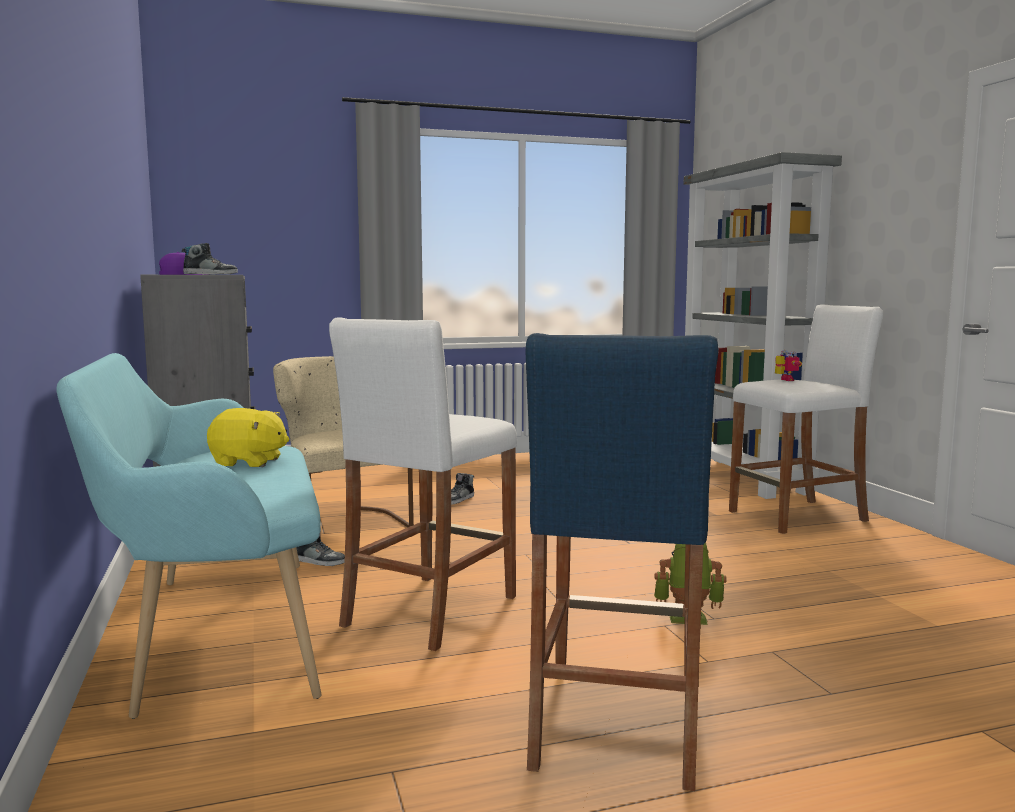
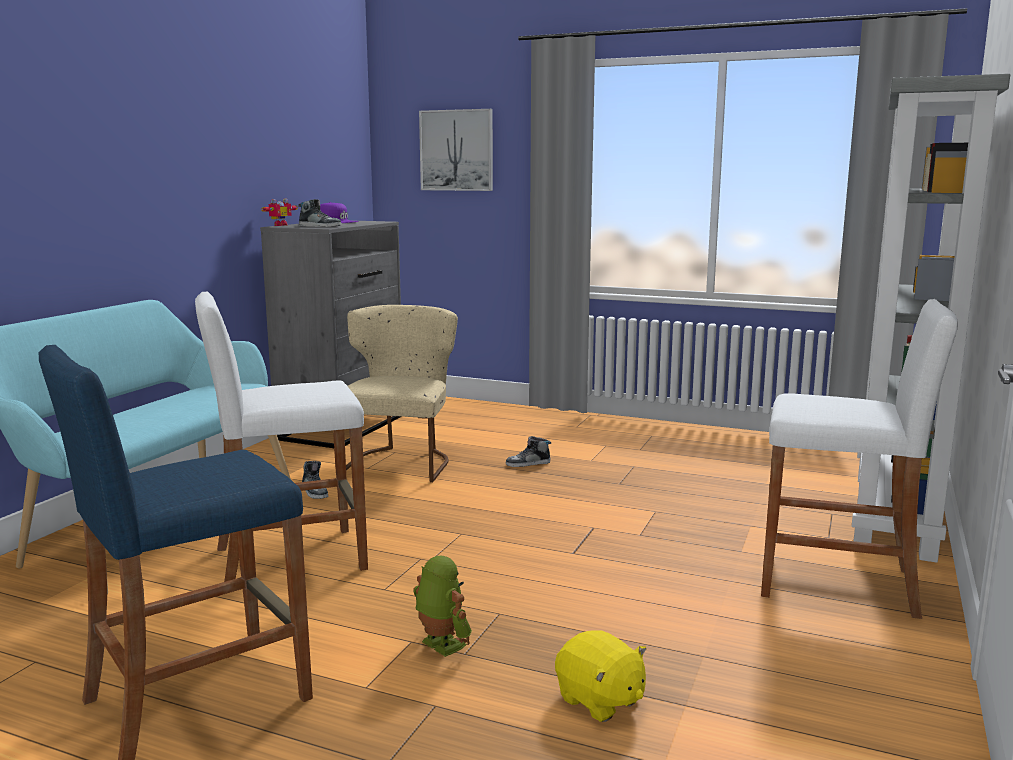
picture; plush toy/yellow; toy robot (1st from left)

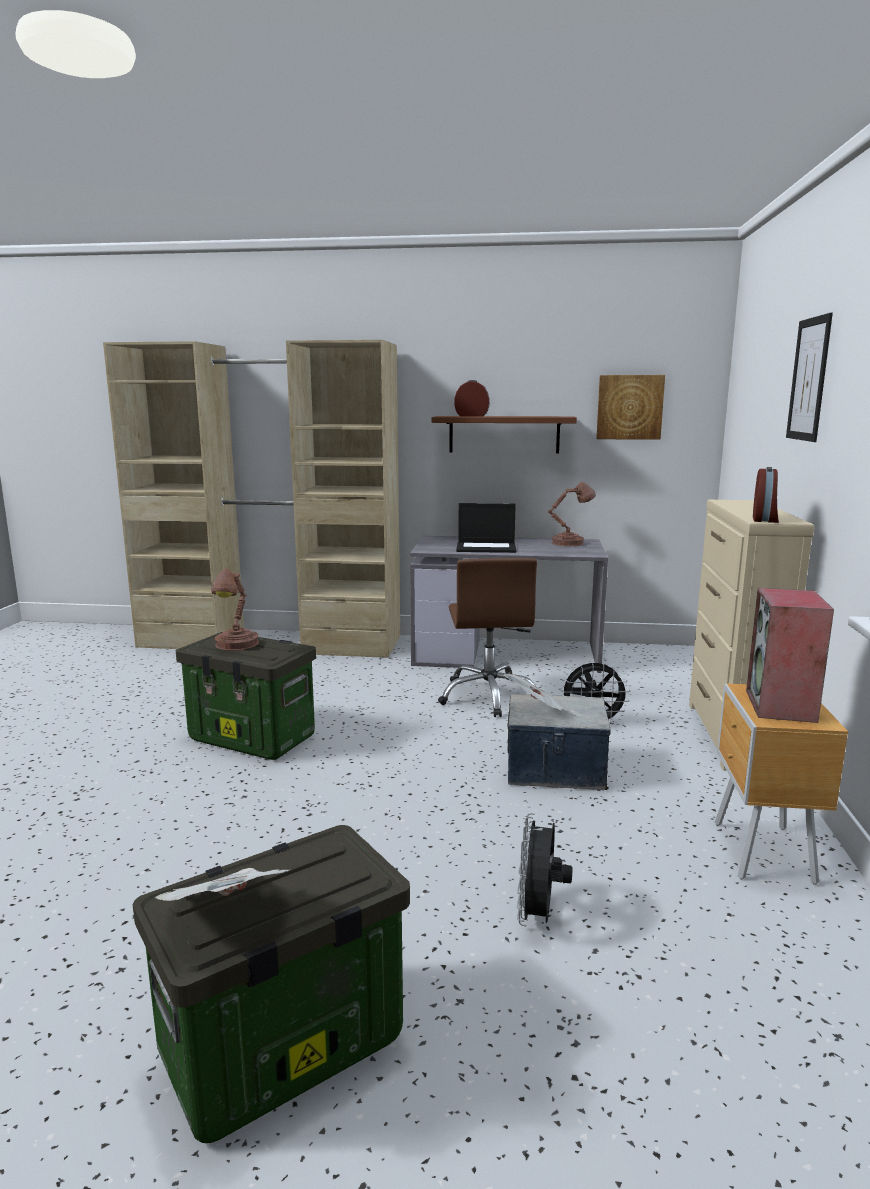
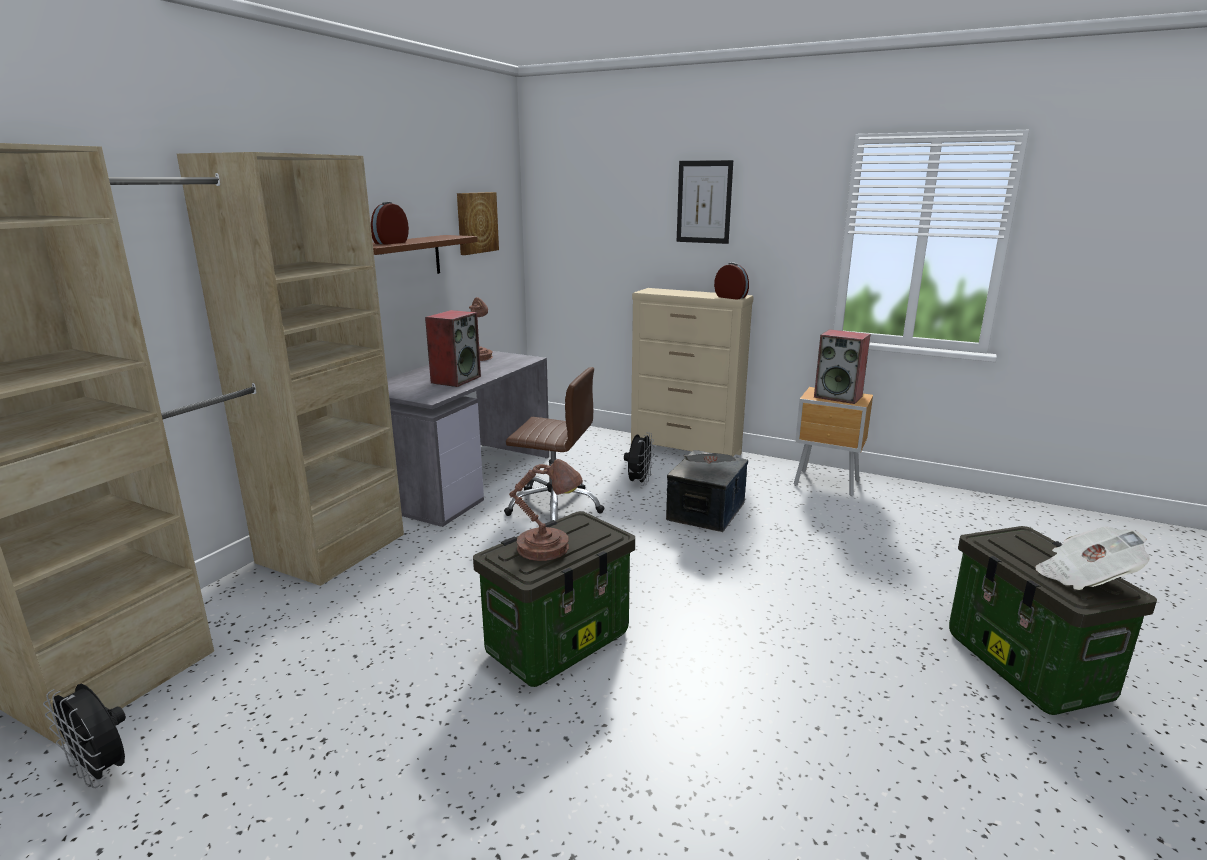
fan/black (1st from left); speaker (1st from left)

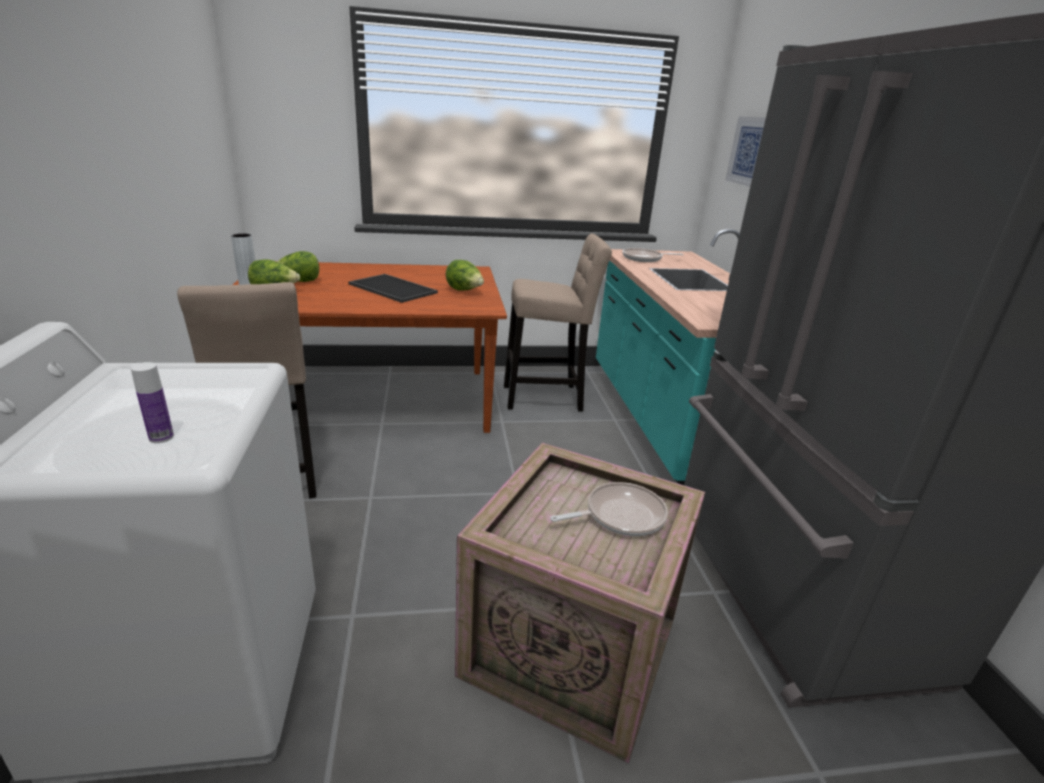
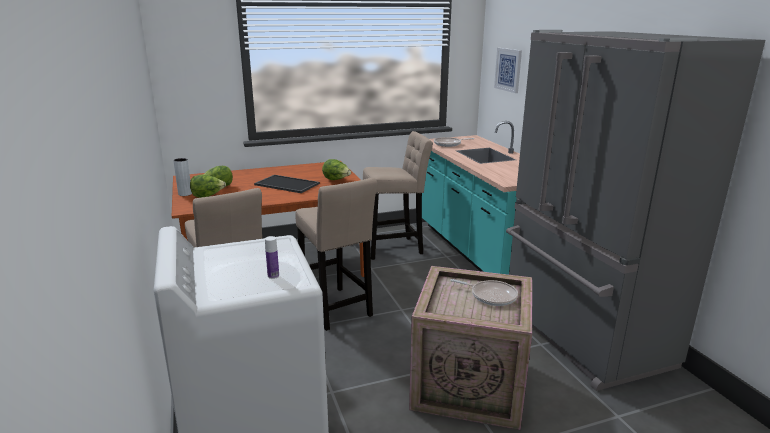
stool/beige (2nd from left); frying pan (2nd from left)

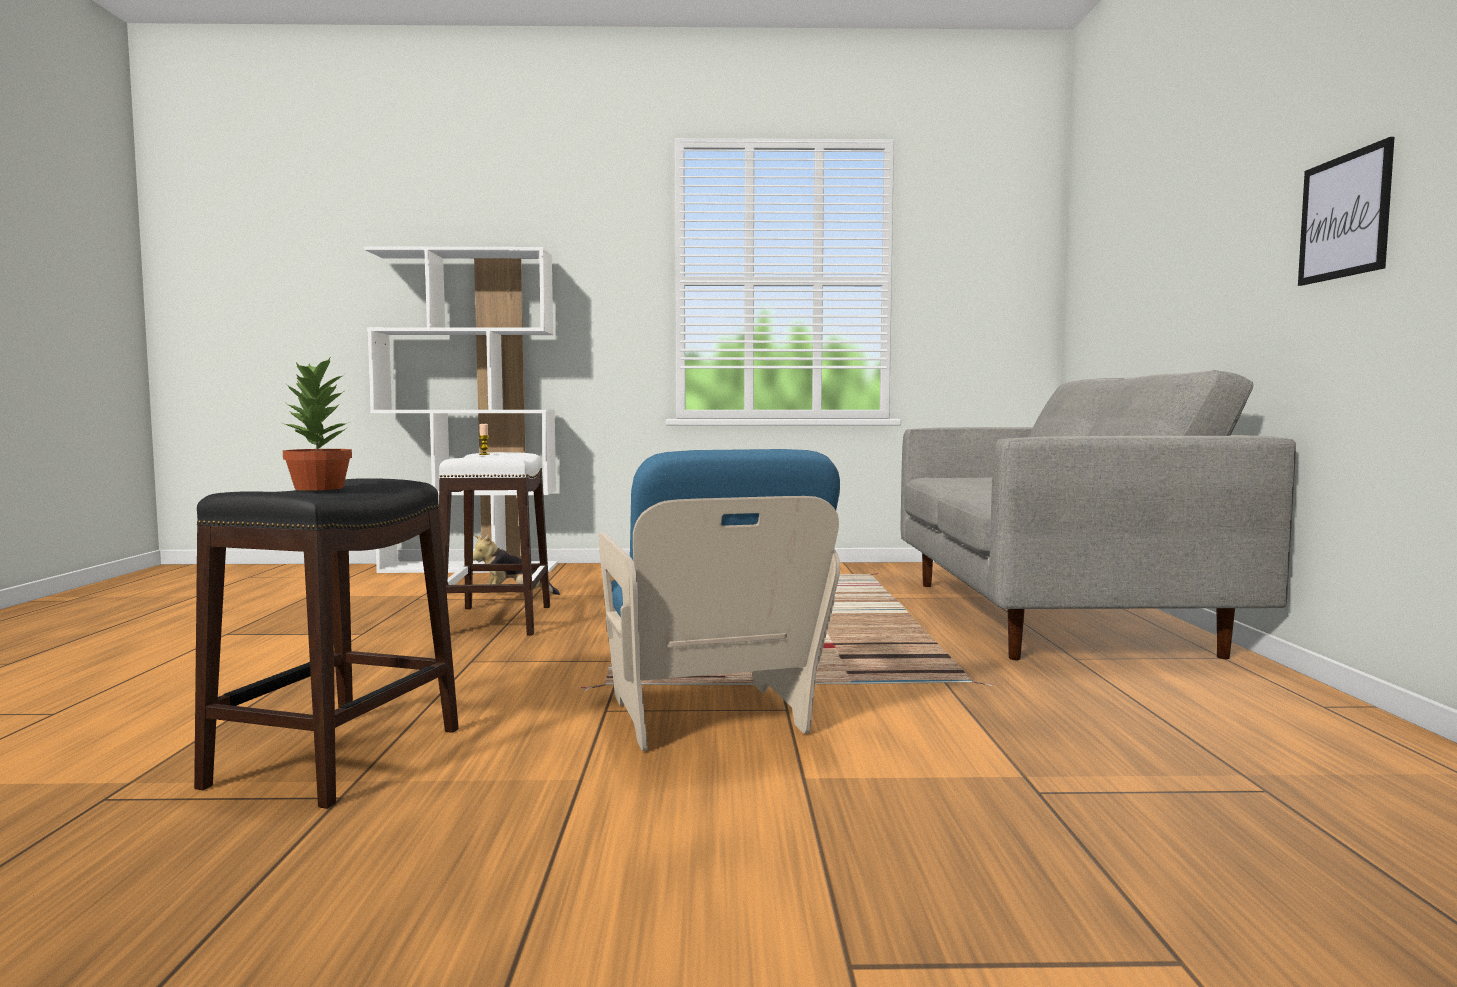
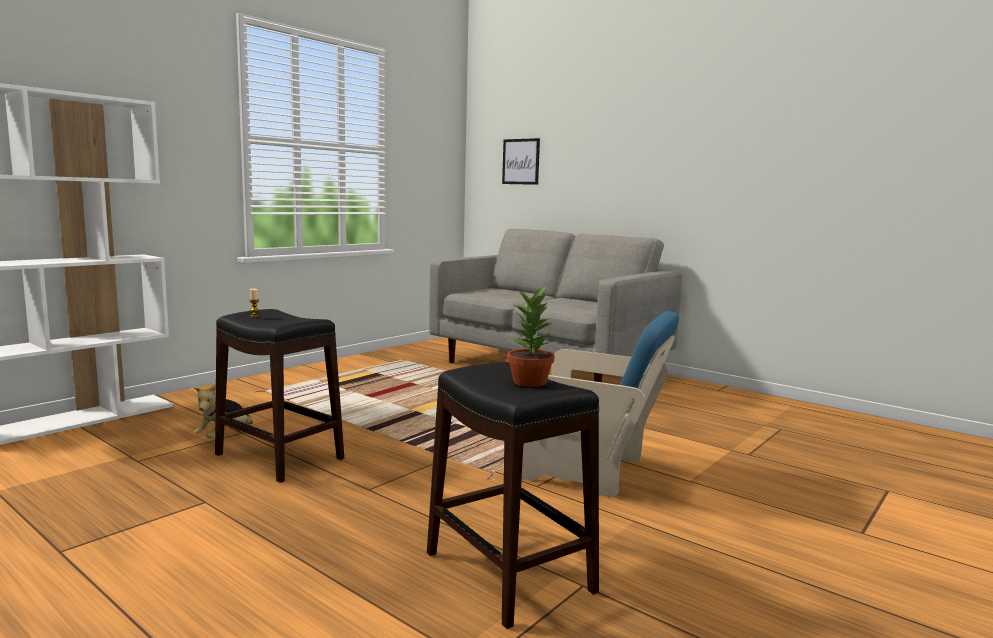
picture; stool/black (1st from left)

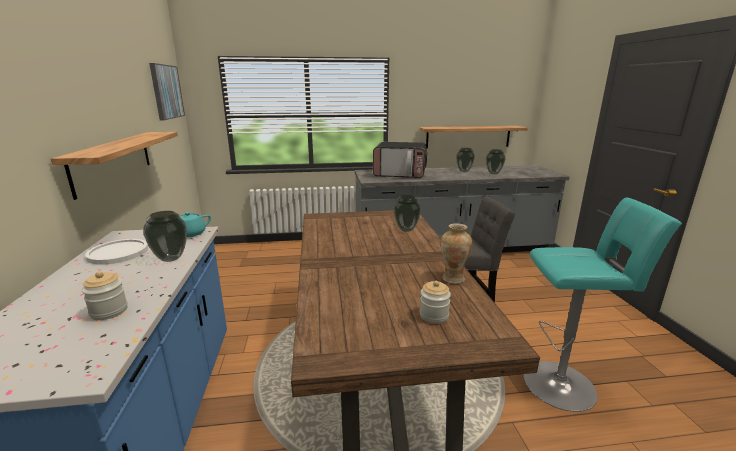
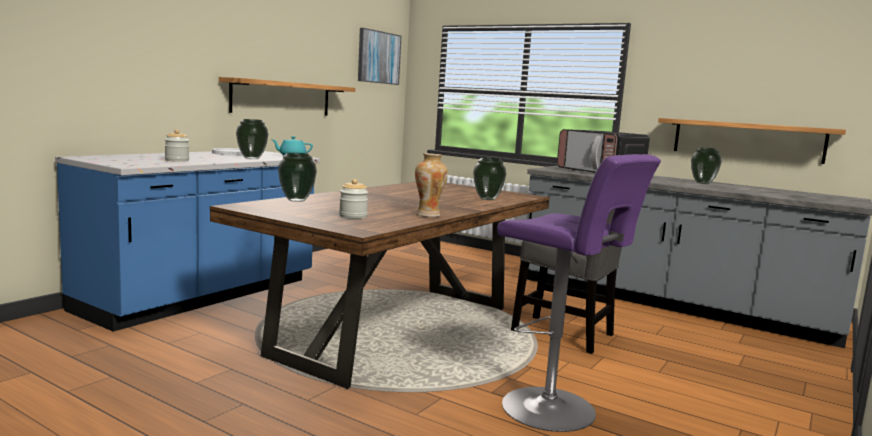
vase (2nd from left); stool/purple

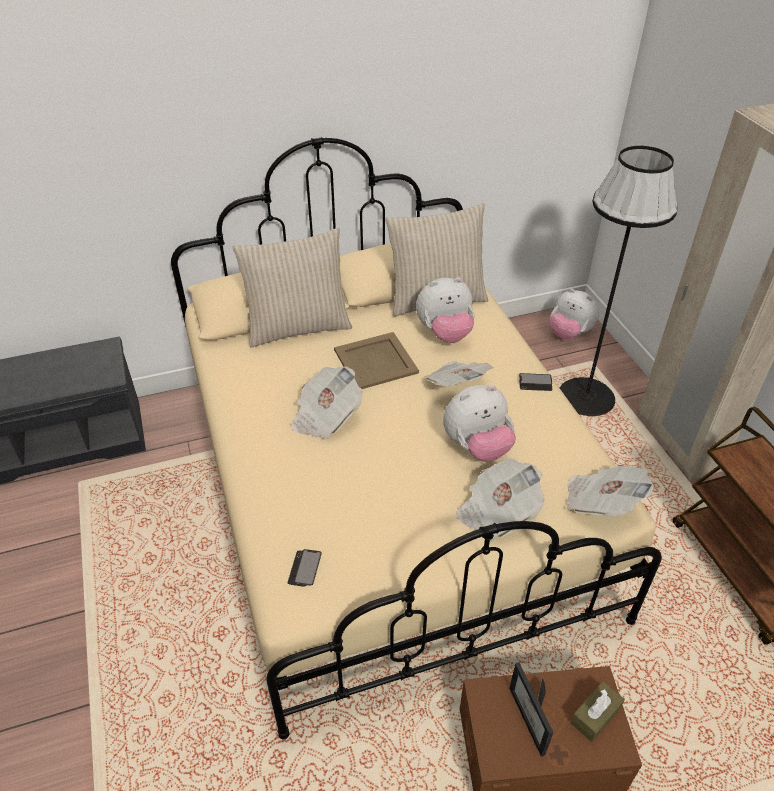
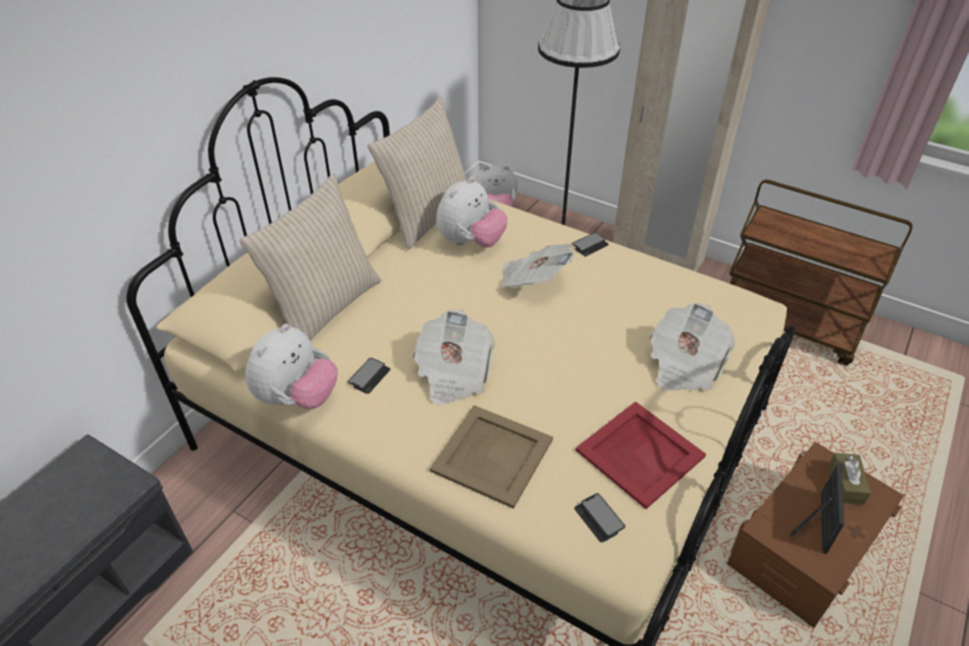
newspaper (4th from left in the first image); phone (1st from left); tray/red; tray/beige; plush toy (1st from left); picture frame

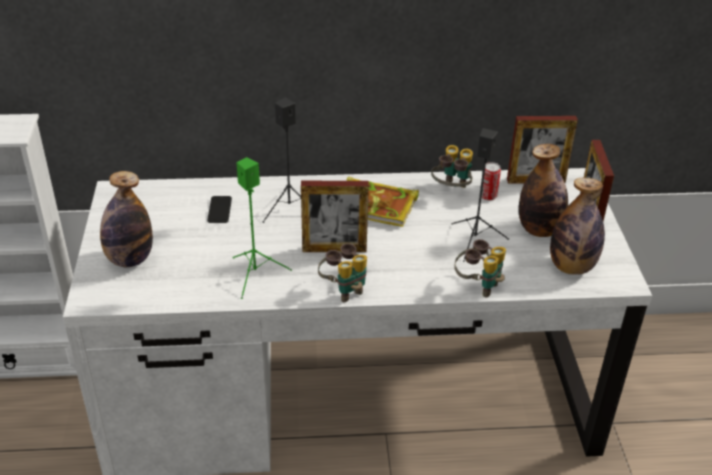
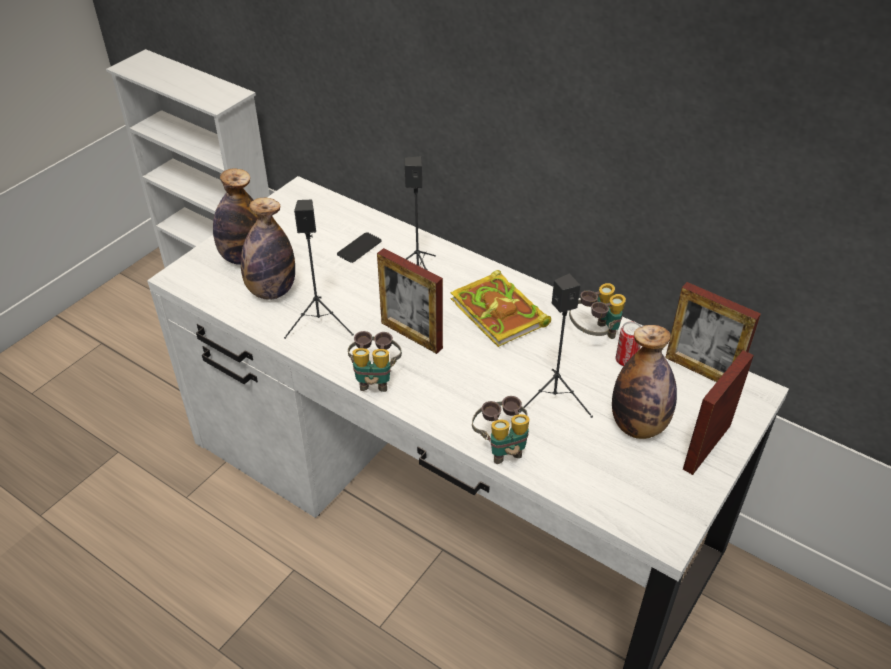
bottle (2nd from left); speaker/black (1st from left)

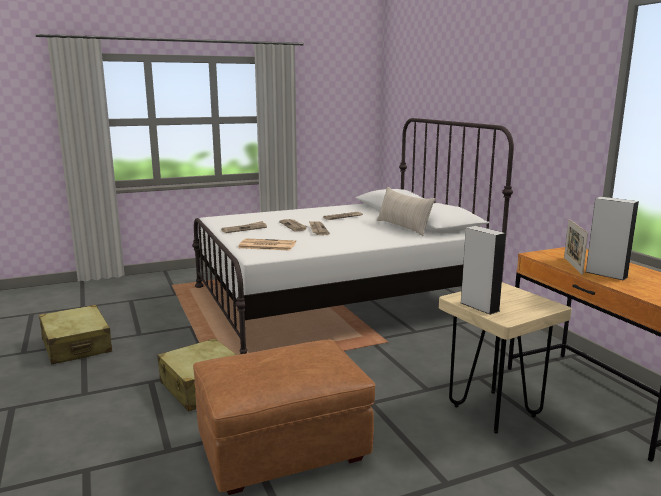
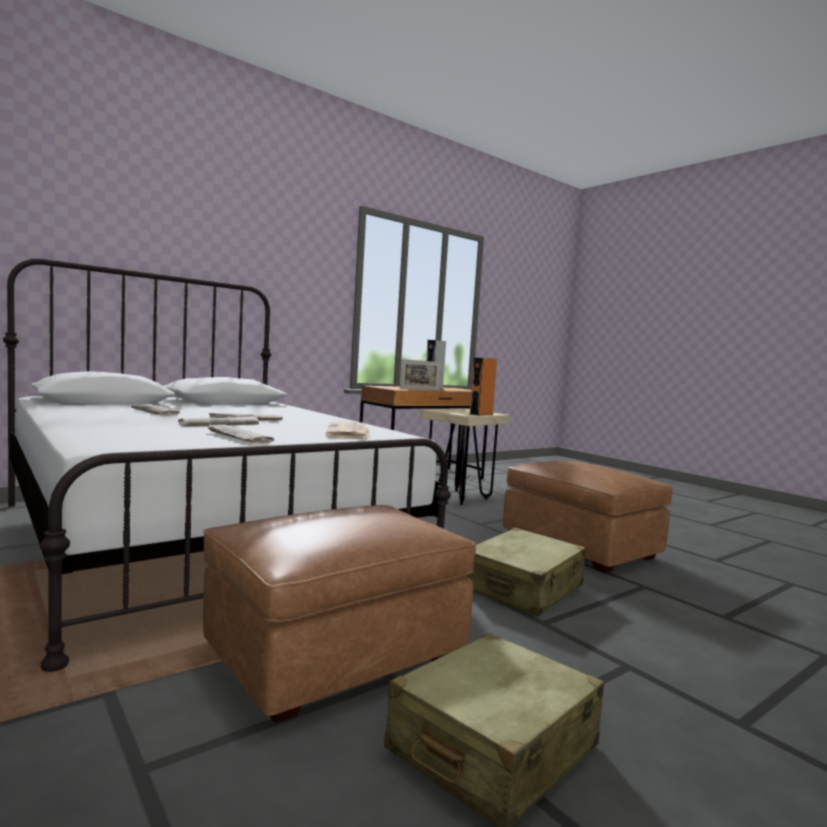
pillow/beige; ottoman/brown (1st from left); speaker/orange

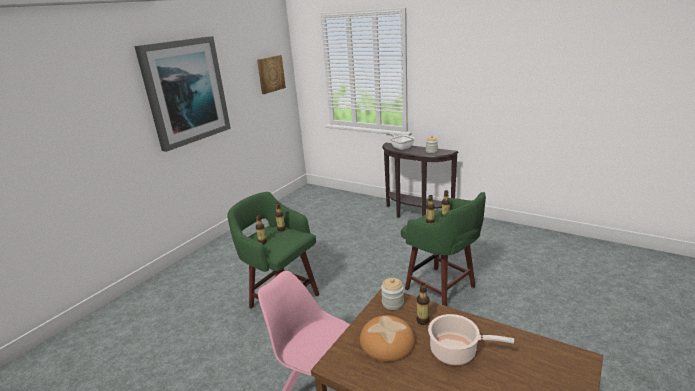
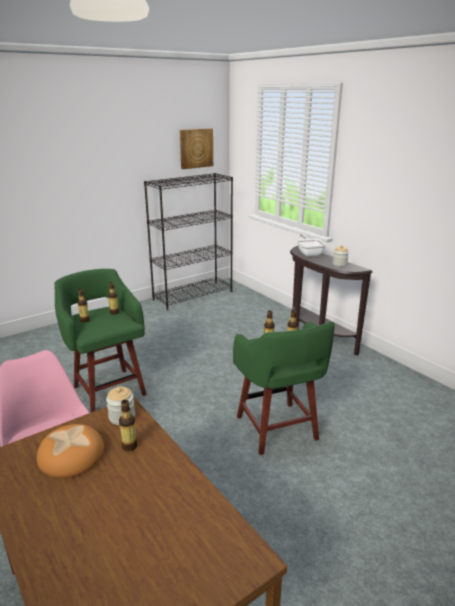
picture (1st from left in the first image); cooking pot; bookcase/black

